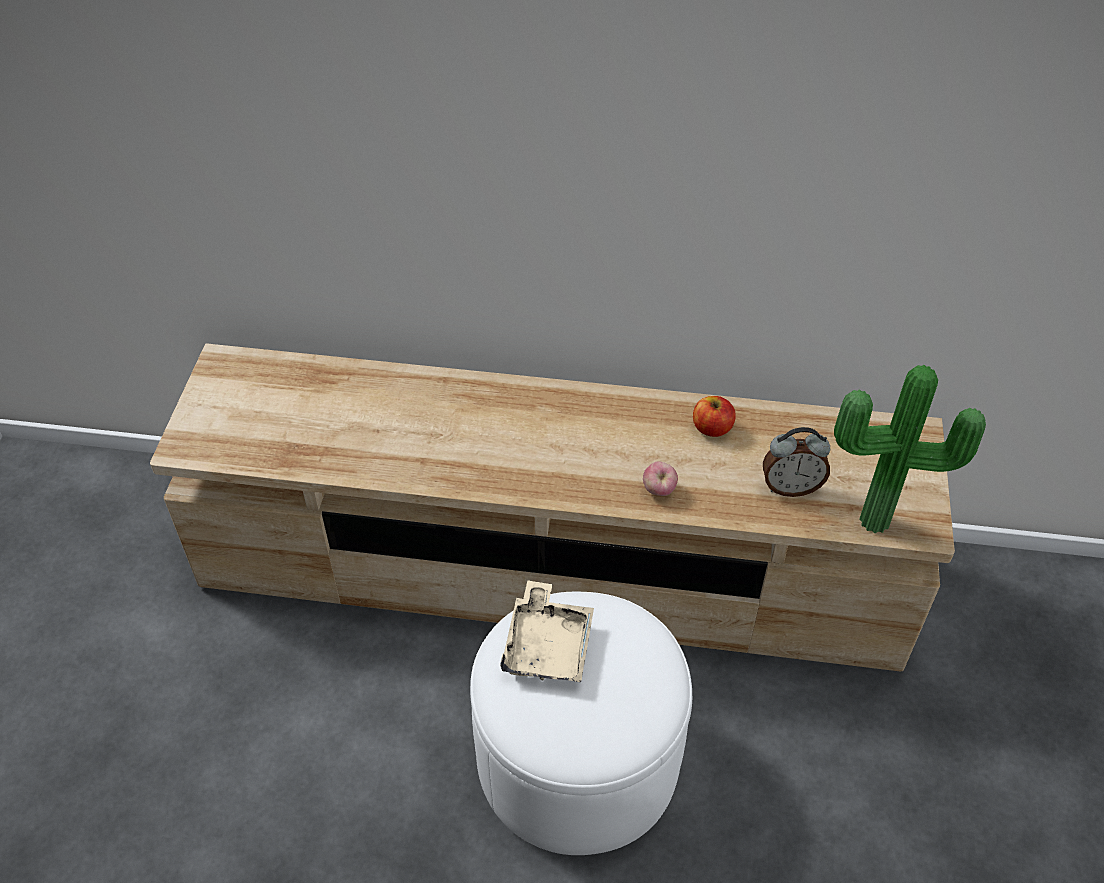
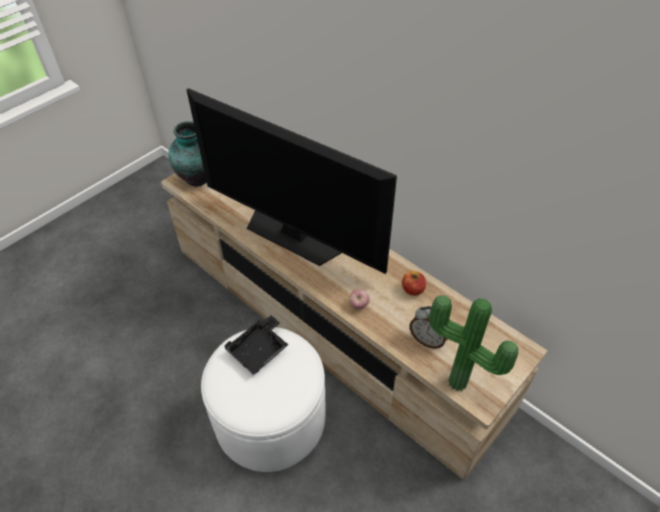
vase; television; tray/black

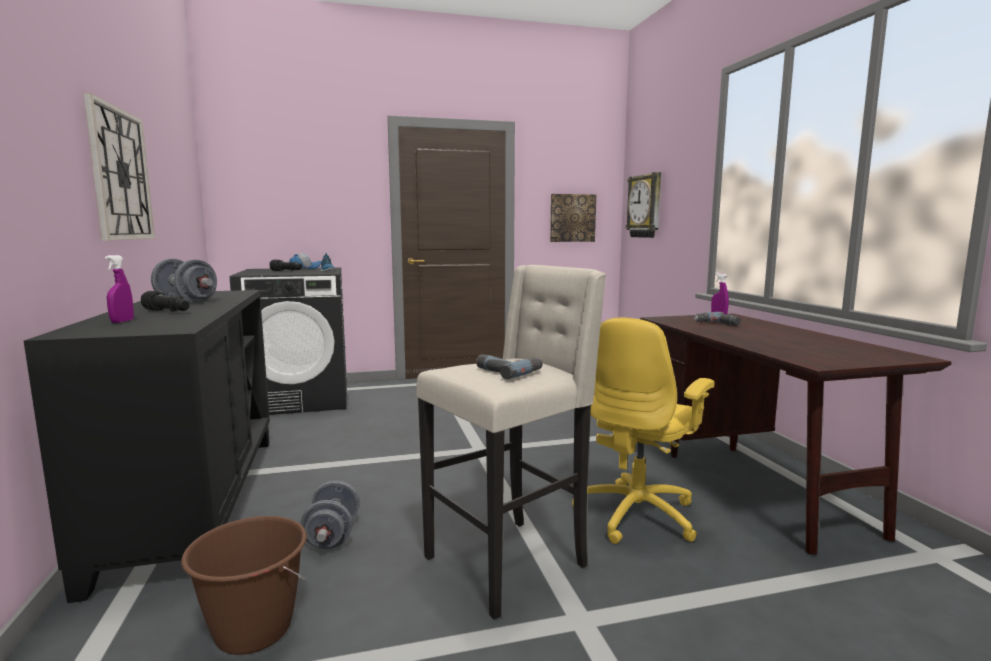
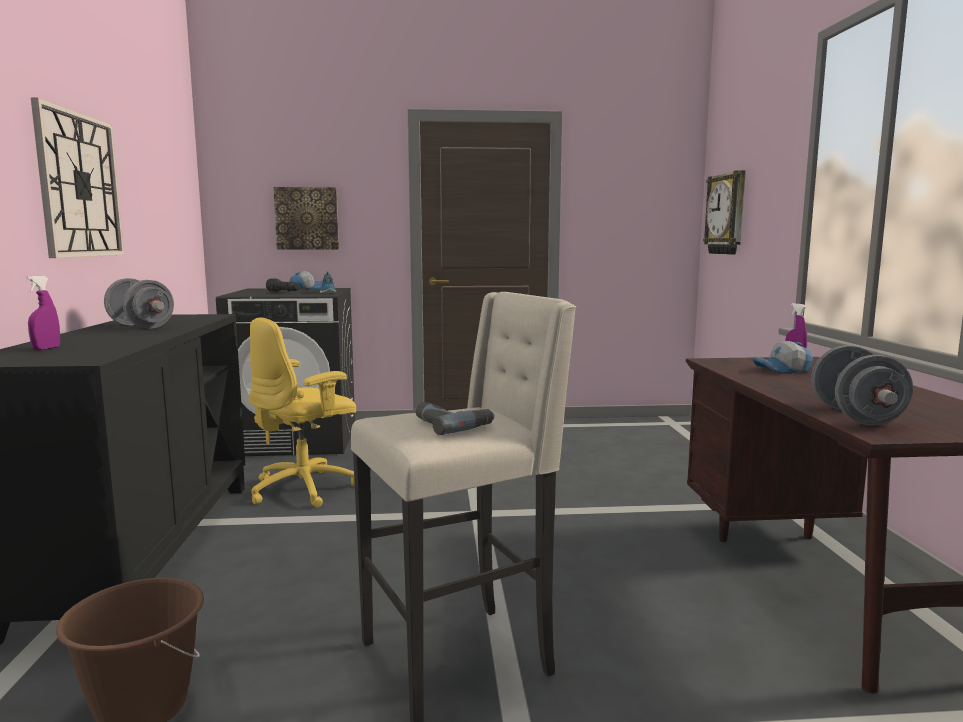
flashlight/black (1st from left in the first image); dumbbell/grey (2nd from left); picture; office chair/yellow; cap (2nd from left)

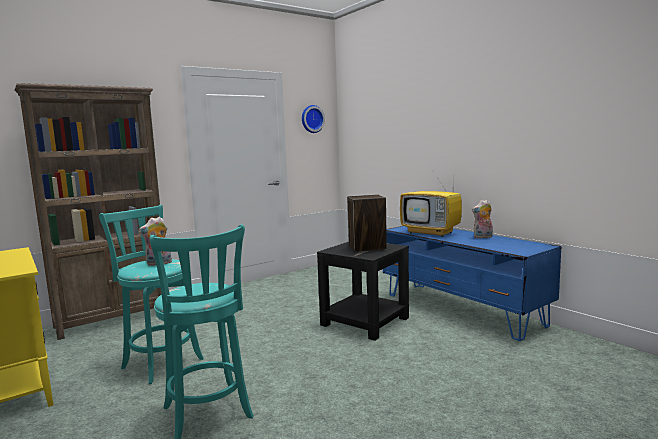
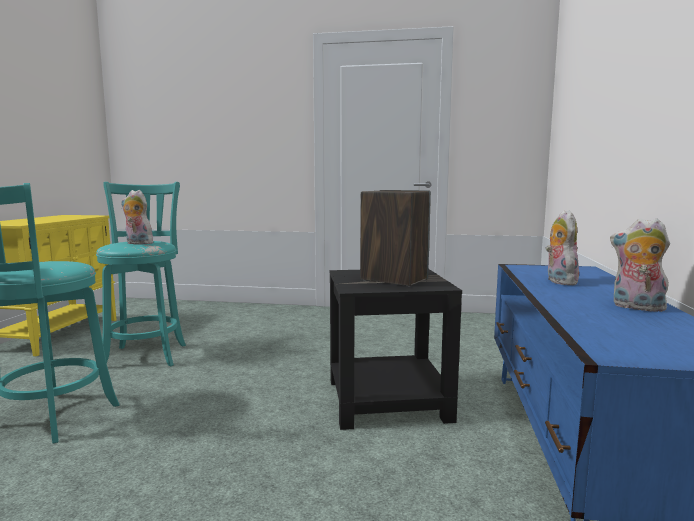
bookcase/brown; wall clock; plush toy (2nd from left)

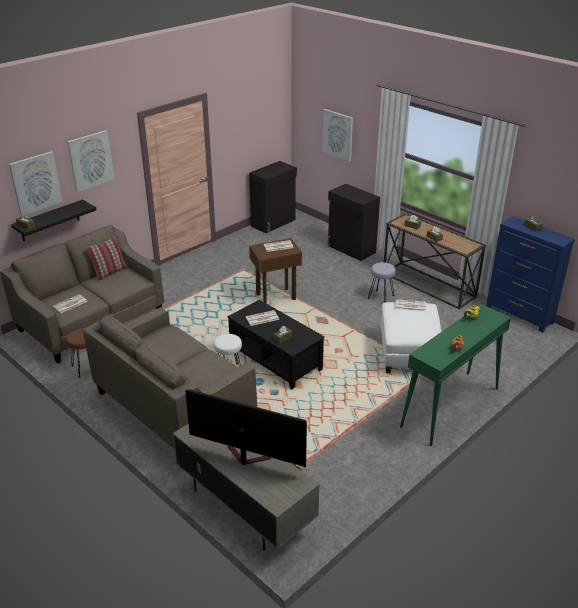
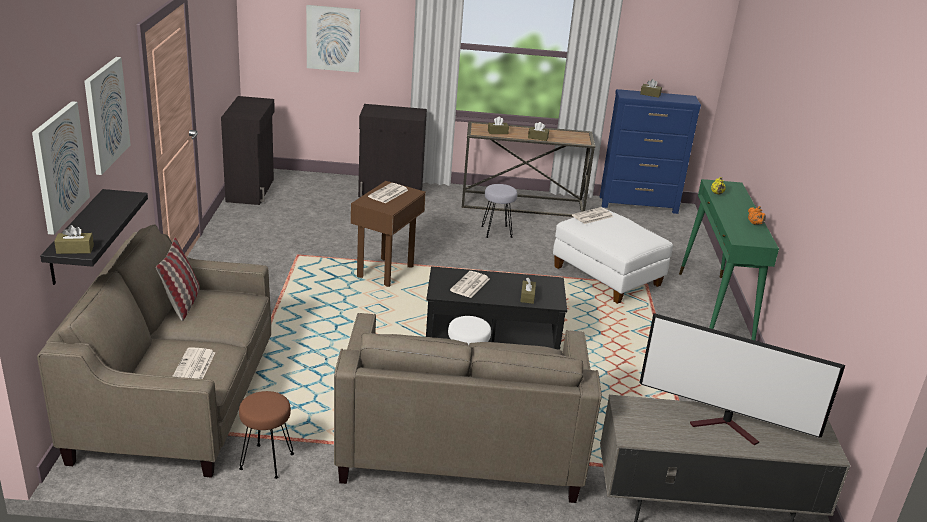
television

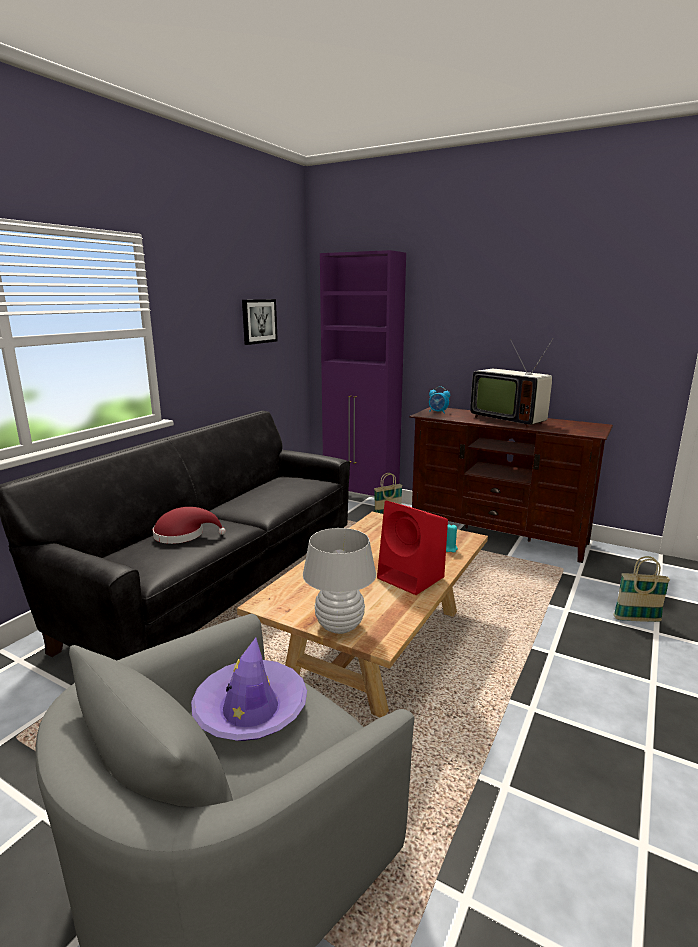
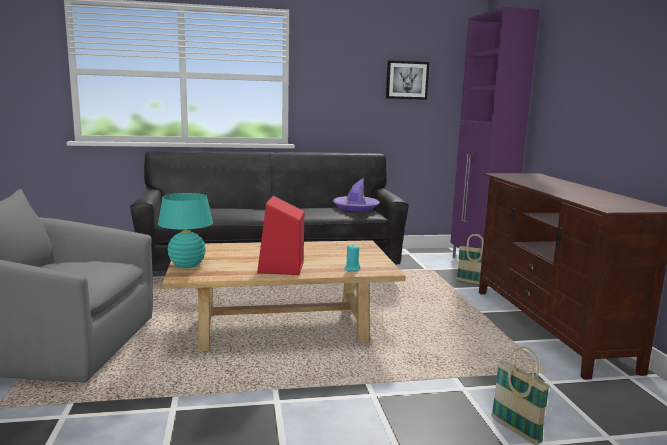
hat/red; alarm clock; television; hat/purple; table lamp/turquoise

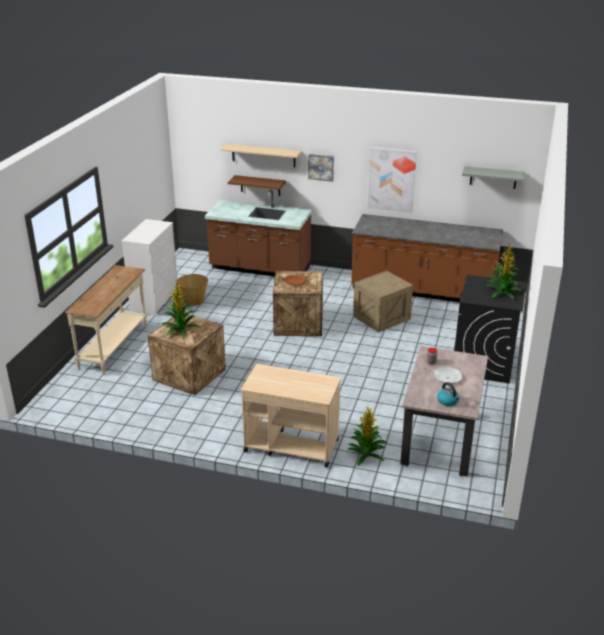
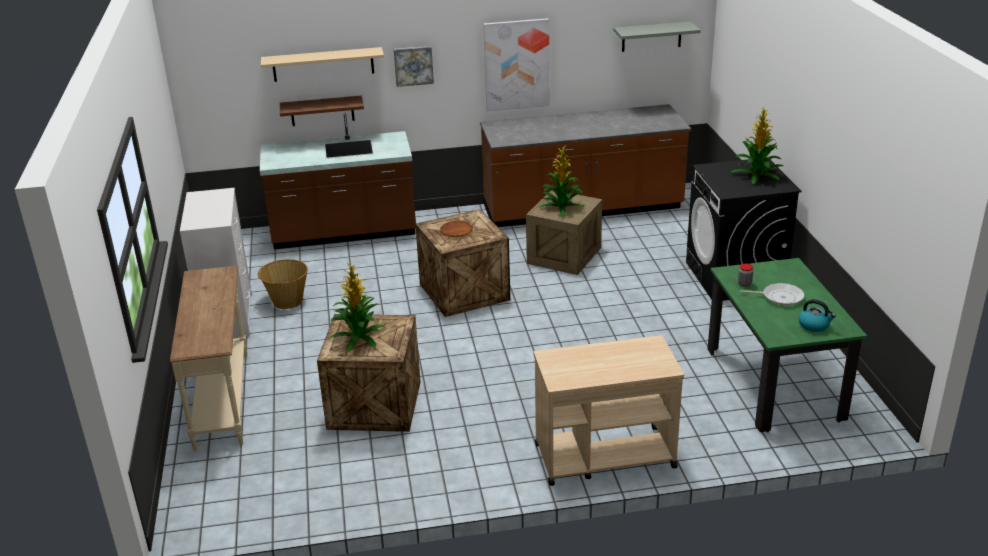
potted plant (2nd from left); dining table/green

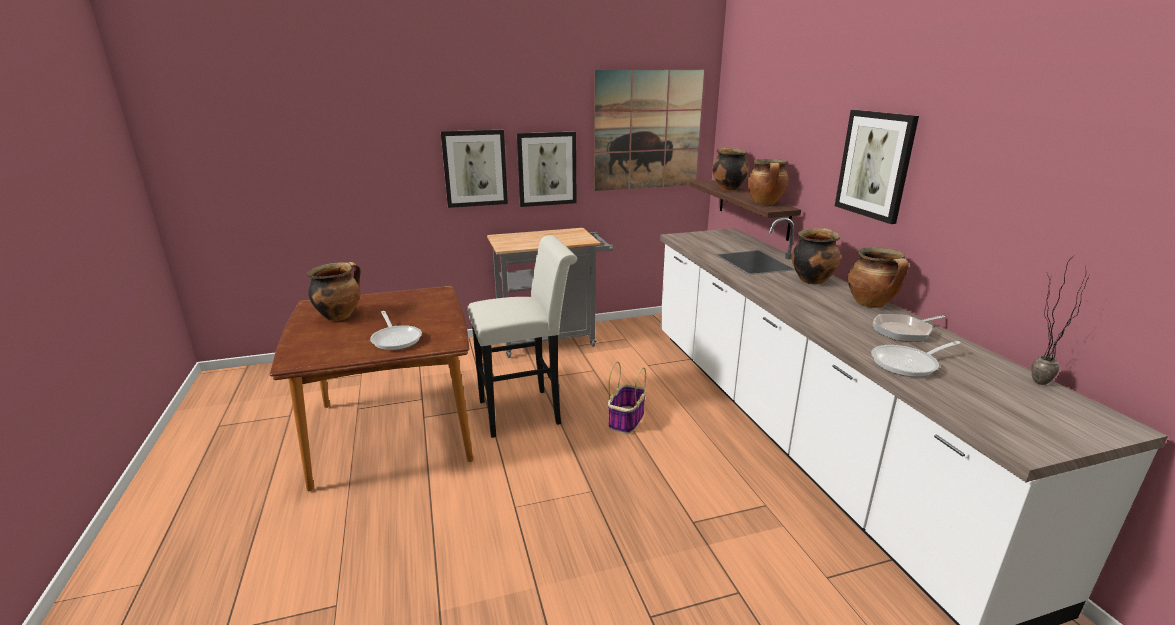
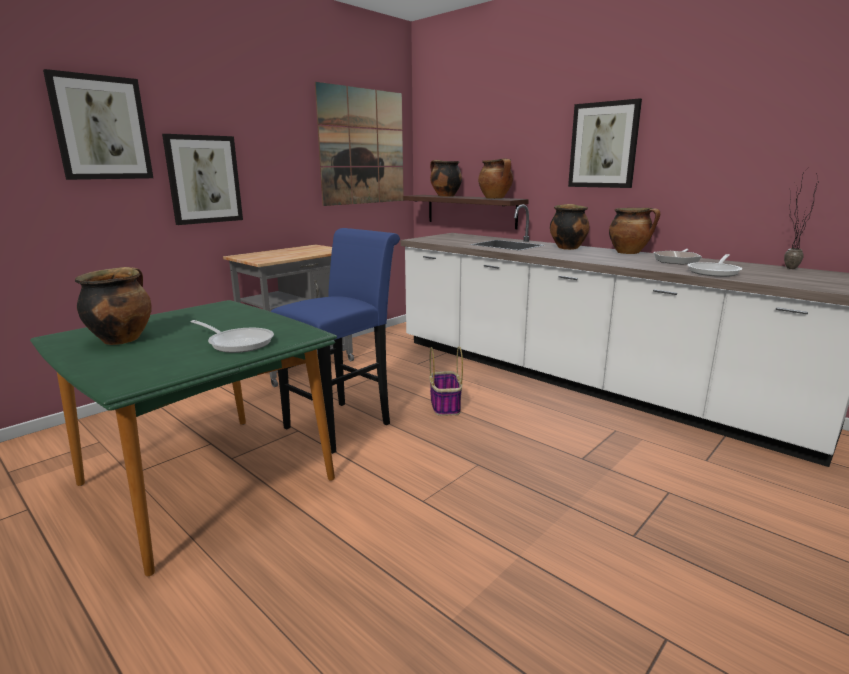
picture (1st from left); dining table/green; stool/blue

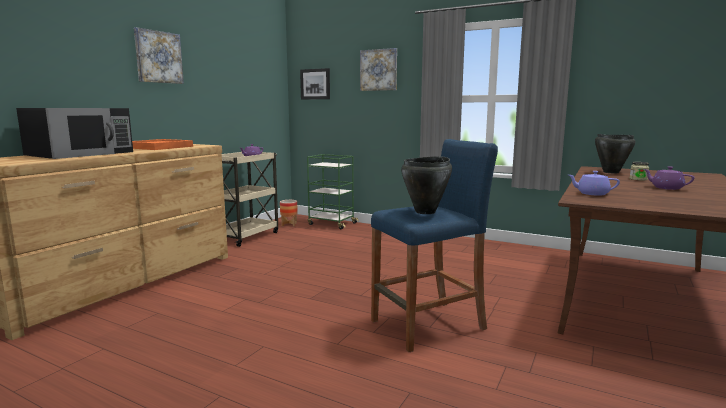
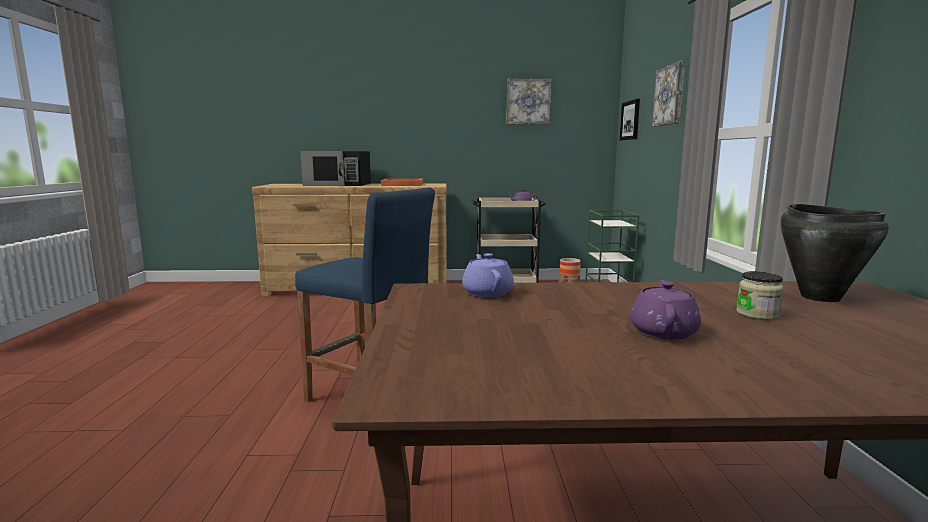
cooking pot/black (1st from left in the first image); picture (1st from left)

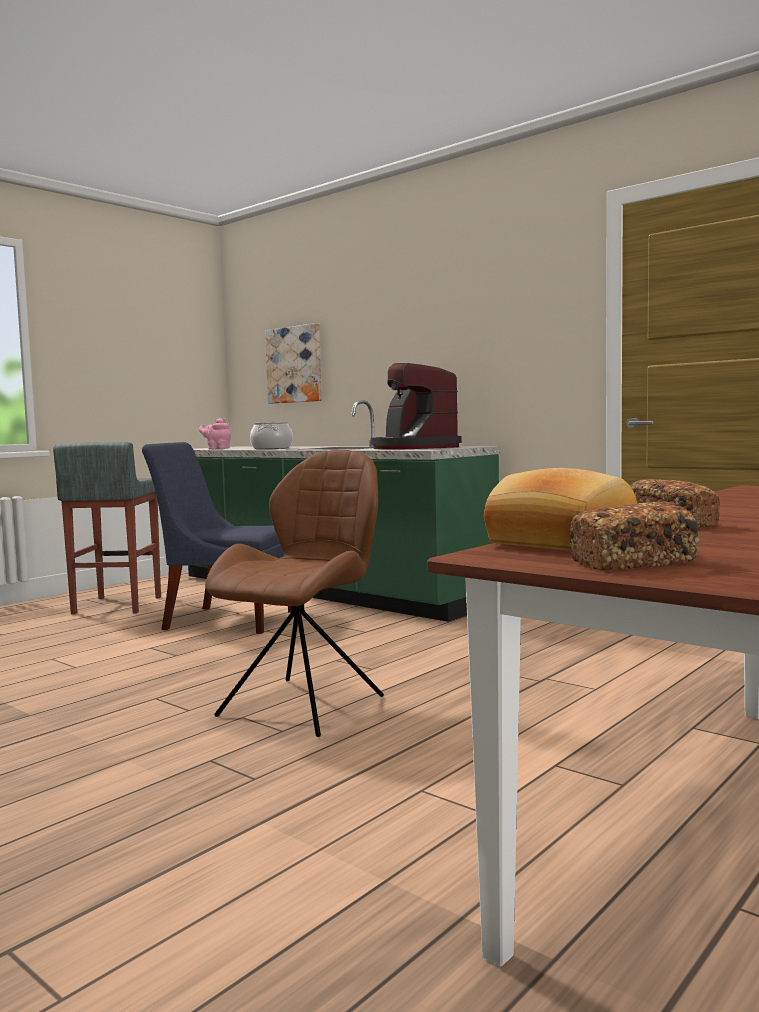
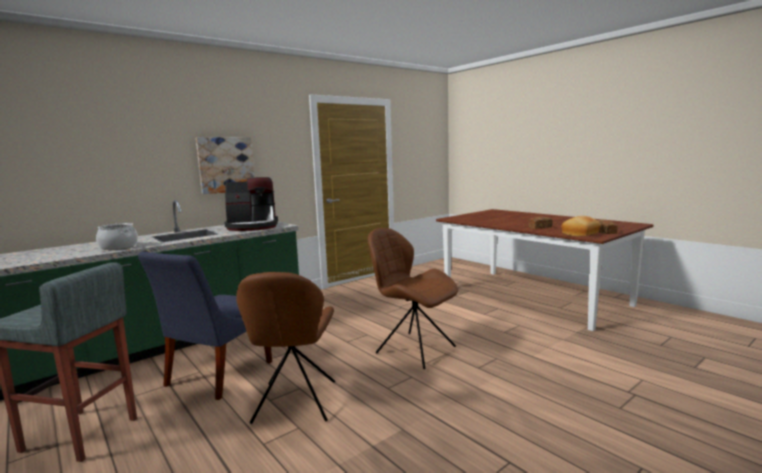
teapot/pink; chair/brown (1st from left); picture

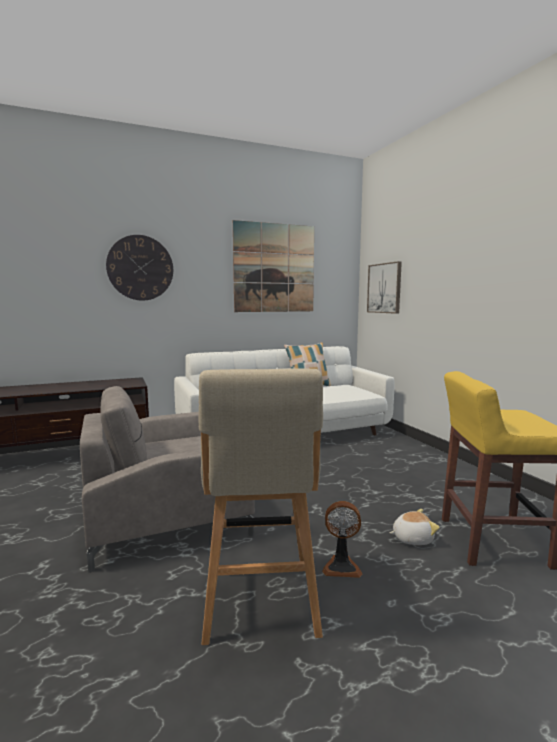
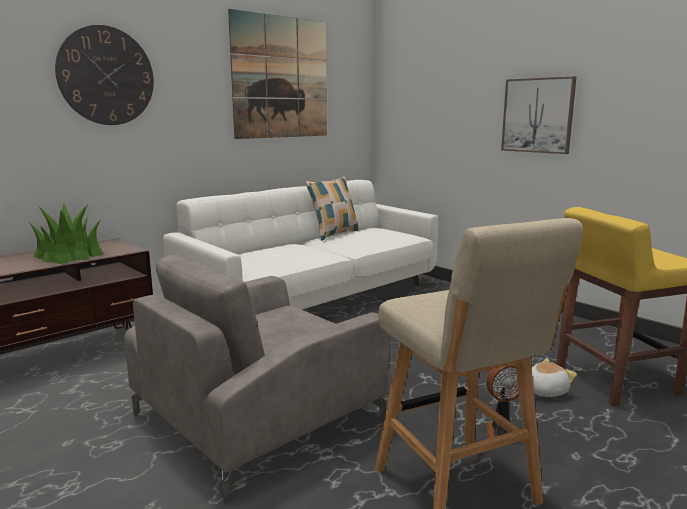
potted plant; picture (2nd from left)

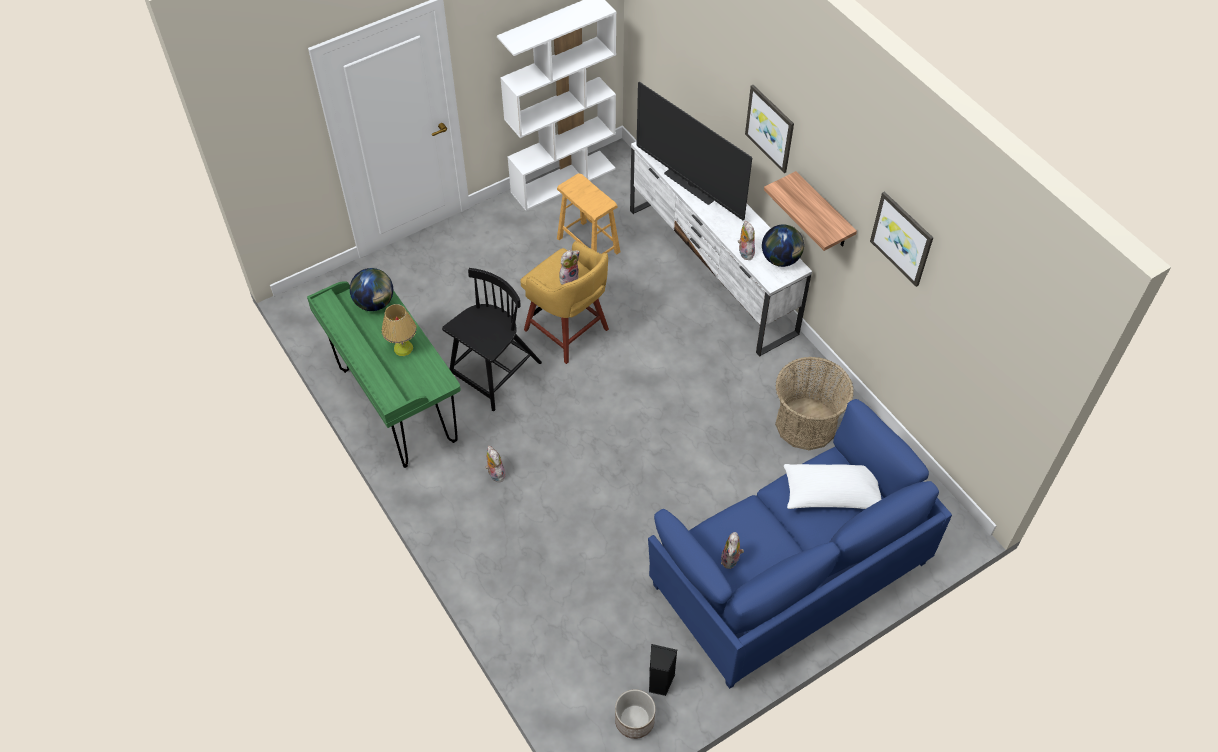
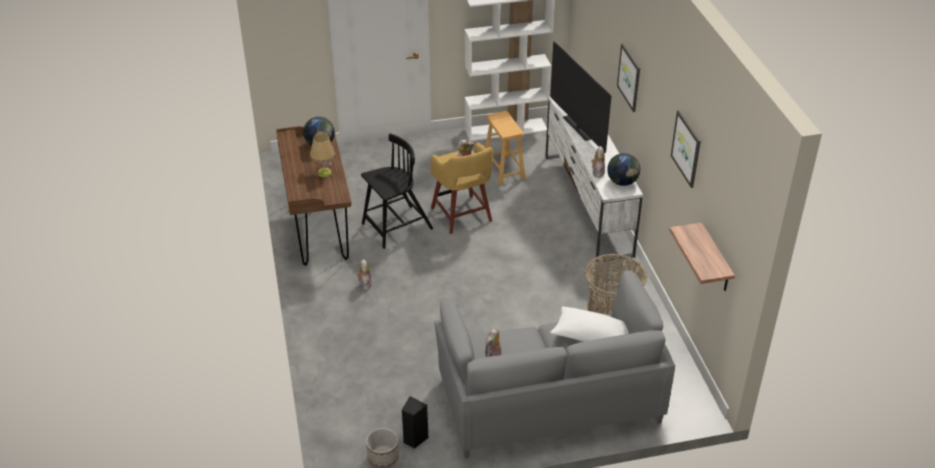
shelf; desk/brown; sofa/grey

